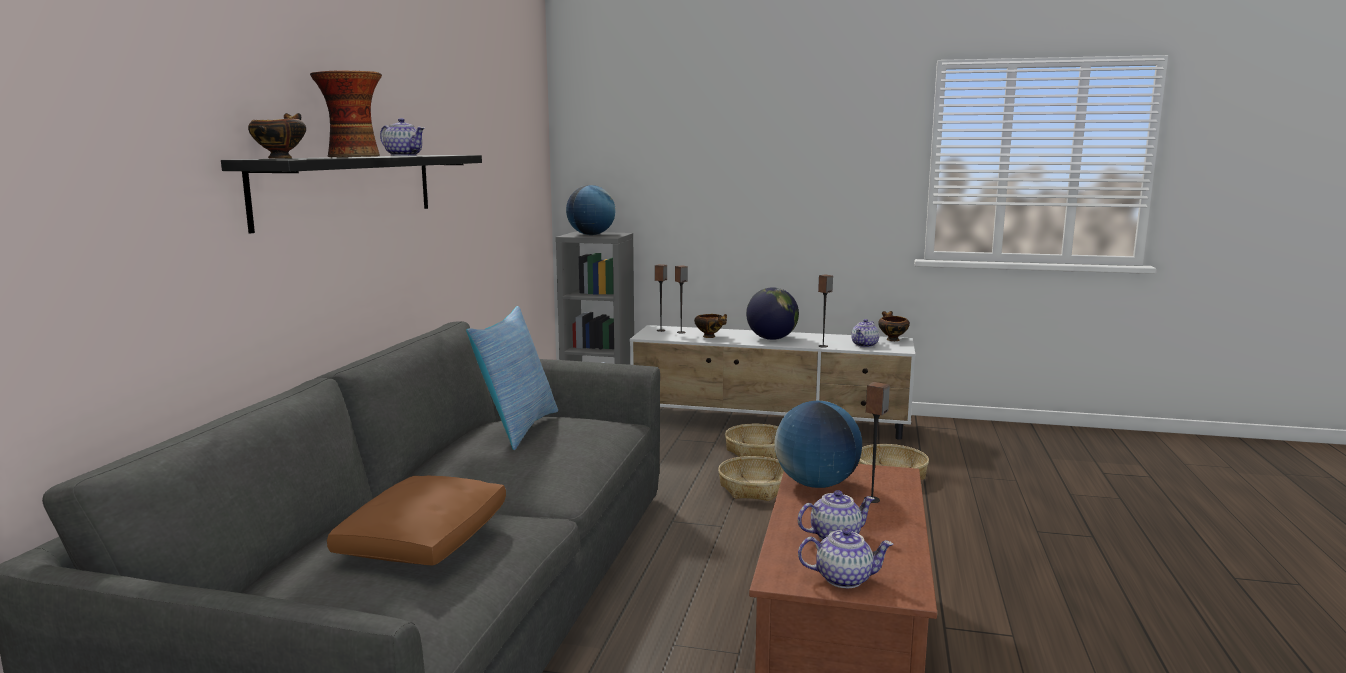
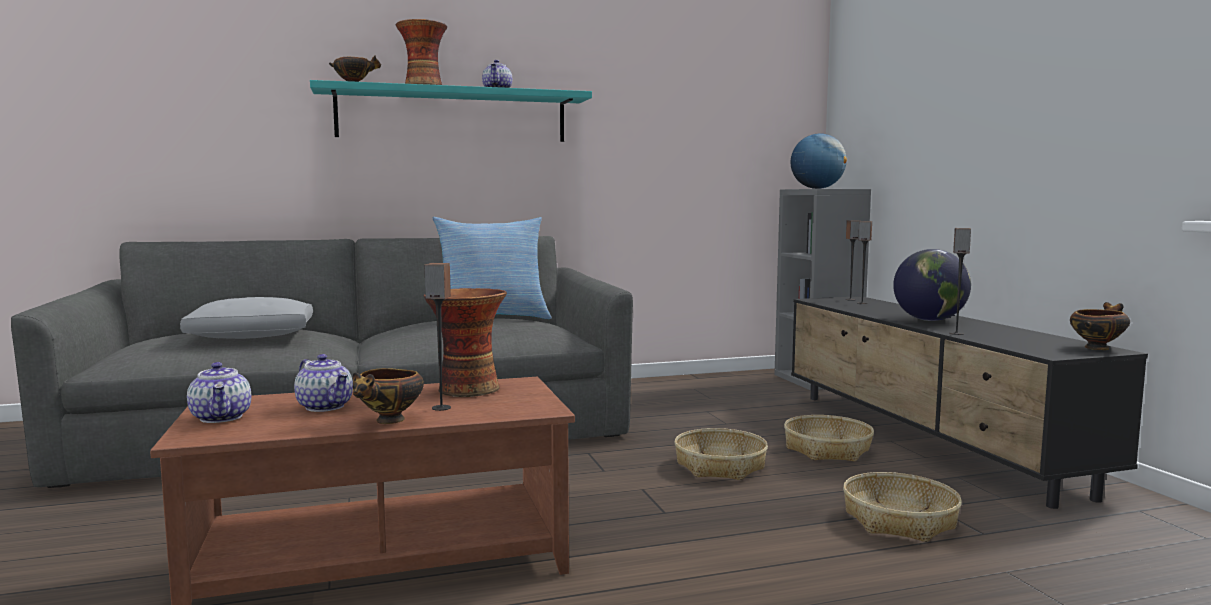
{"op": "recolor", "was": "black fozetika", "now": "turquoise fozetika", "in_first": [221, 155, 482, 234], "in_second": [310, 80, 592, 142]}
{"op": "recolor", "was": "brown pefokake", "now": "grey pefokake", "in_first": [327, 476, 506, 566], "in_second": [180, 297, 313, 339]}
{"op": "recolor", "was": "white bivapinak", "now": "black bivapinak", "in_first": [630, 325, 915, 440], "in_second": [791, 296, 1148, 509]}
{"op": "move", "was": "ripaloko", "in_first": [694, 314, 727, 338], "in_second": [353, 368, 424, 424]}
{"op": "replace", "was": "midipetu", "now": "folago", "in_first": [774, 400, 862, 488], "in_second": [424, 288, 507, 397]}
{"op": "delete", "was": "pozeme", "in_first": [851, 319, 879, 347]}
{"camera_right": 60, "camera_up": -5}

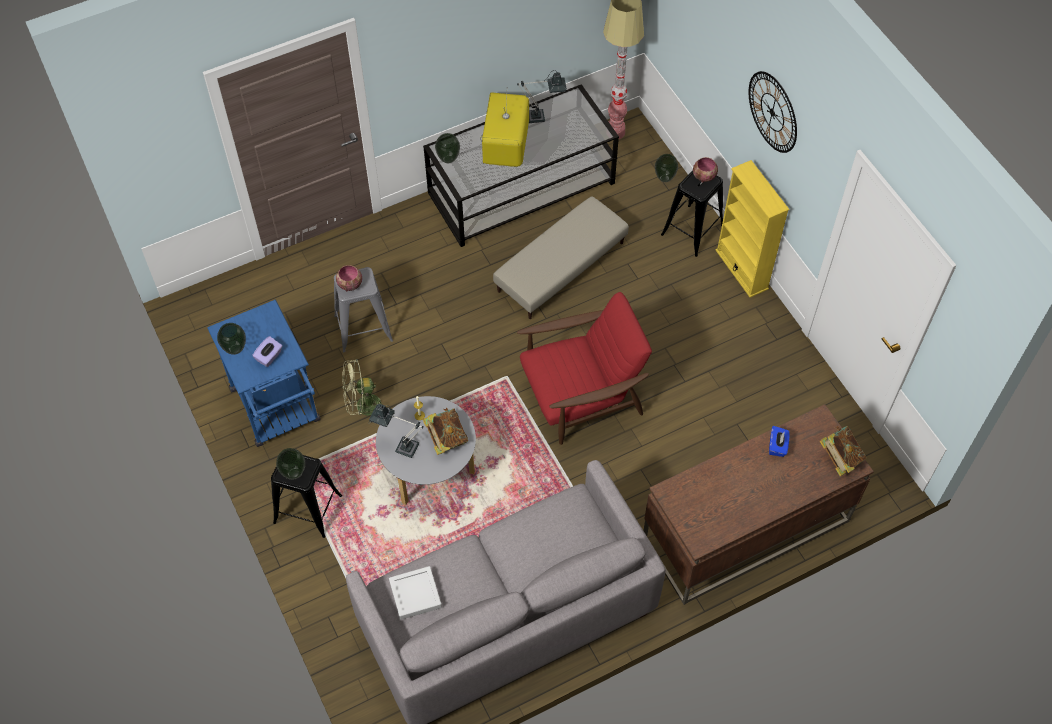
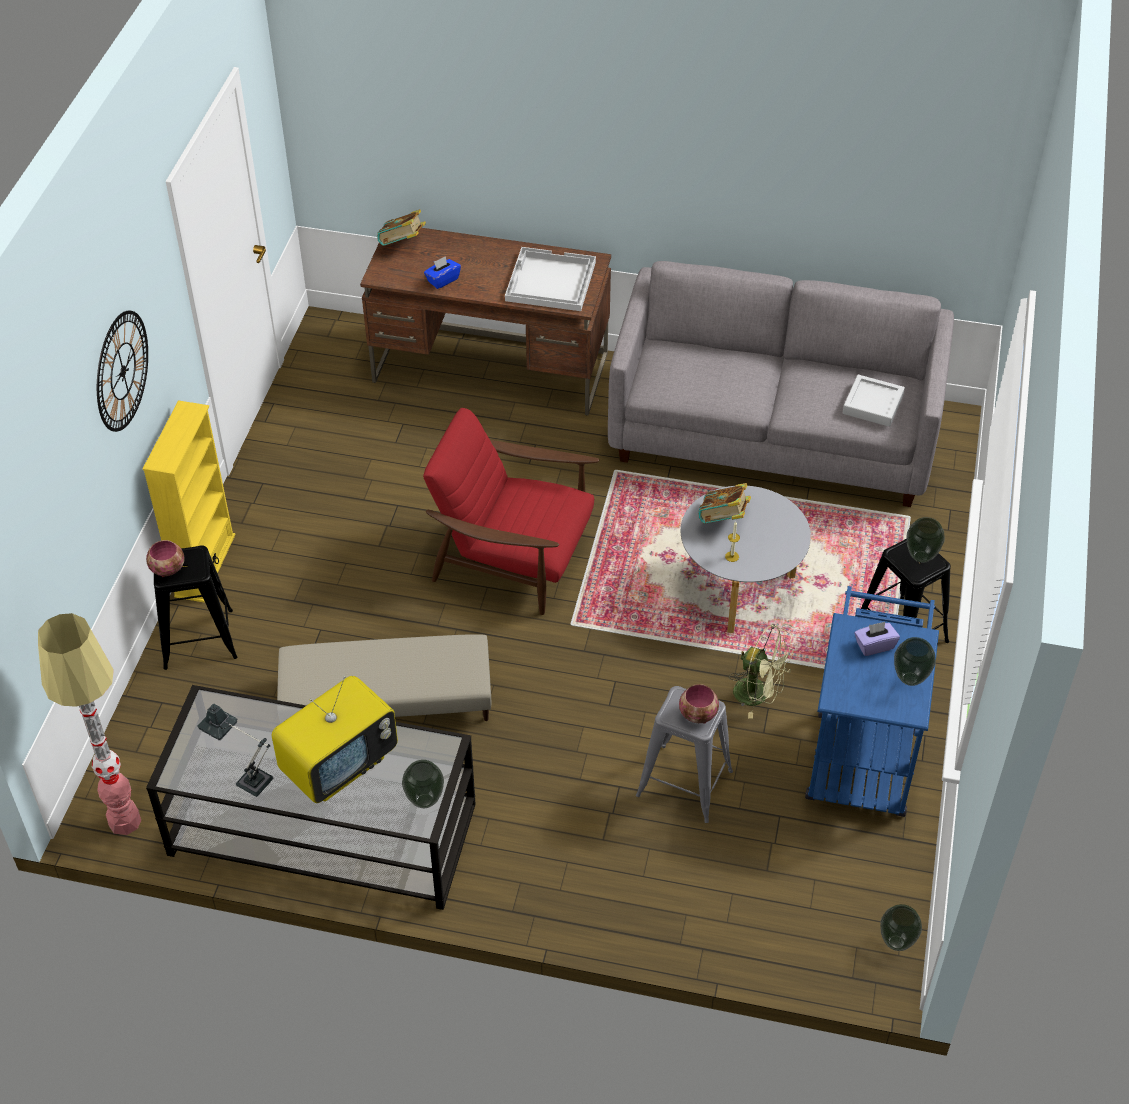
{"op": "delete", "was": "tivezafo", "in_first": [369, 404, 424, 458]}
{"op": "move", "was": "folago", "in_first": [655, 154, 678, 182], "in_second": [880, 904, 922, 951]}
{"op": "insert", "now": "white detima", "in_second": [505, 247, 596, 311]}
{"camera_right": -140, "camera_up": -10}

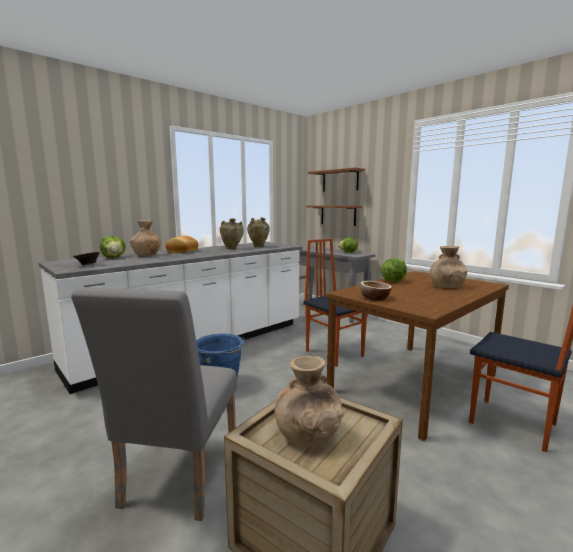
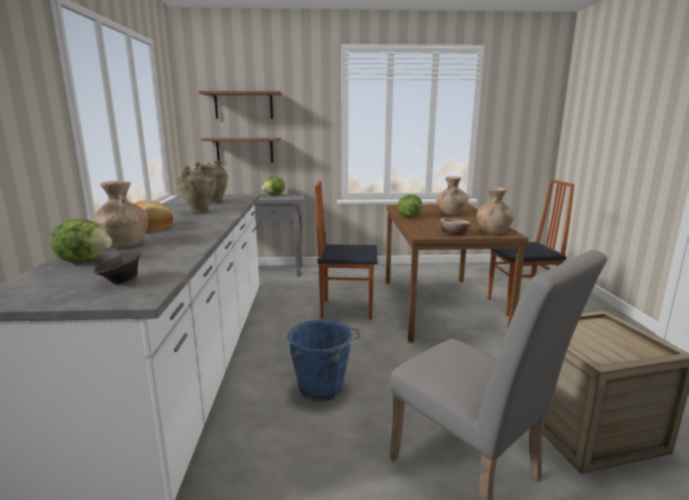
{"op": "move", "was": "brown folago", "in_first": [275, 356, 344, 447], "in_second": [477, 187, 514, 234]}
{"camera_right": -50, "camera_up": 5}

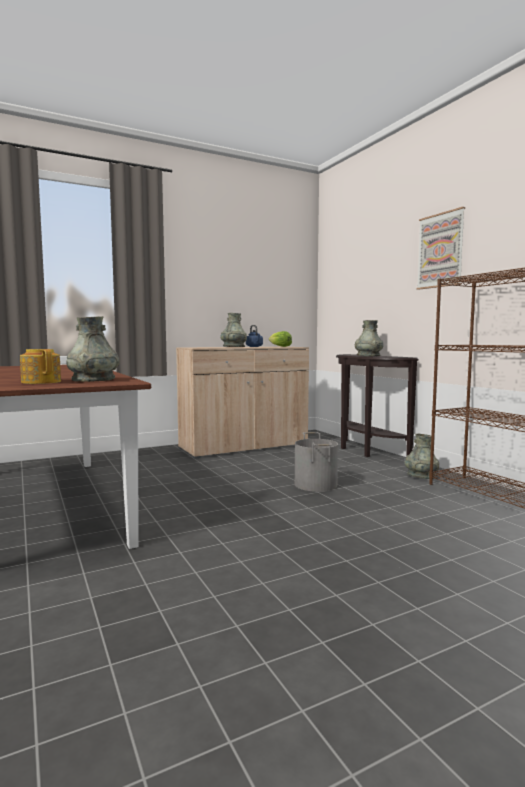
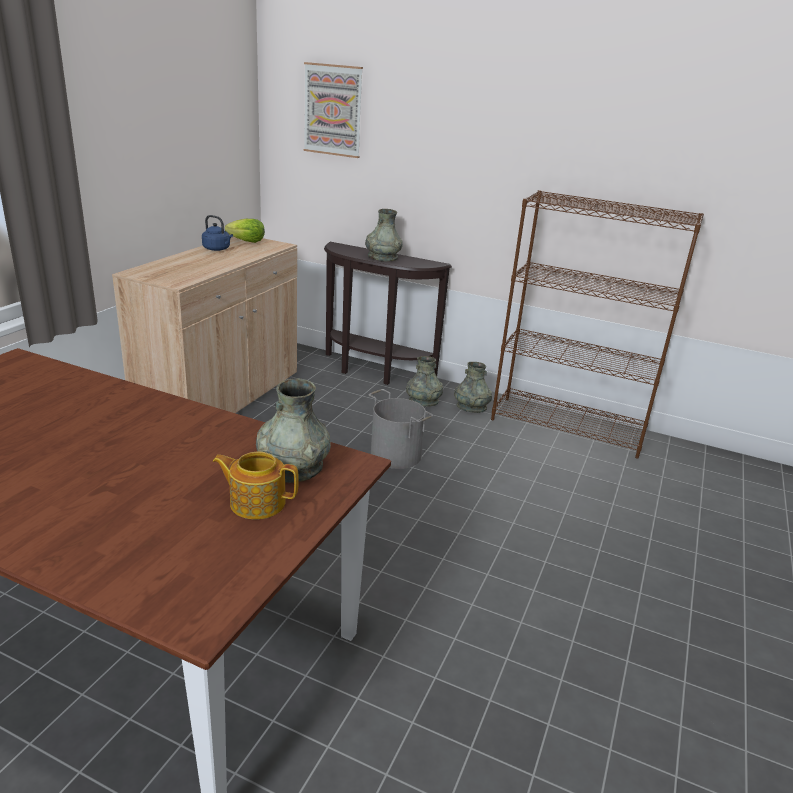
{"op": "move", "was": "grey folago", "in_first": [220, 313, 247, 347], "in_second": [406, 356, 443, 407]}
{"op": "move", "was": "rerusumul", "in_first": [416, 207, 465, 290], "in_second": [304, 62, 363, 158]}
{"camera_right": -40, "camera_up": 20}

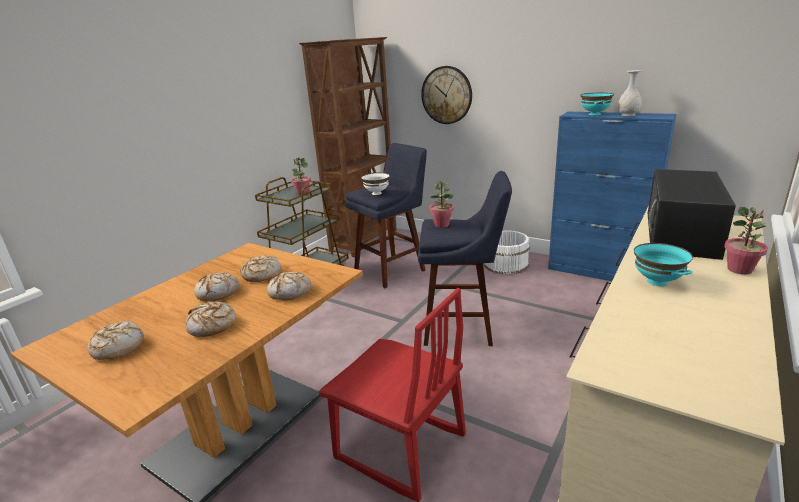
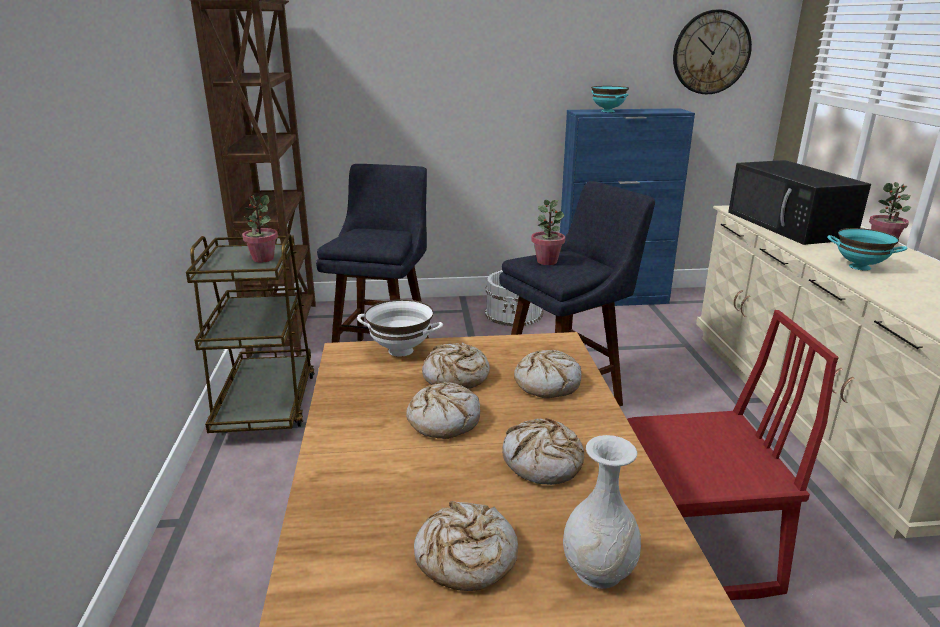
{"op": "move", "was": "white ripaloko", "in_first": [361, 173, 390, 195], "in_second": [357, 299, 443, 357]}
{"op": "move", "was": "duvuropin", "in_first": [421, 66, 472, 124], "in_second": [673, 9, 752, 94]}
{"op": "move", "was": "white folago", "in_first": [618, 70, 642, 116], "in_second": [563, 435, 641, 589]}
{"camera_right": -40, "camera_up": 0}

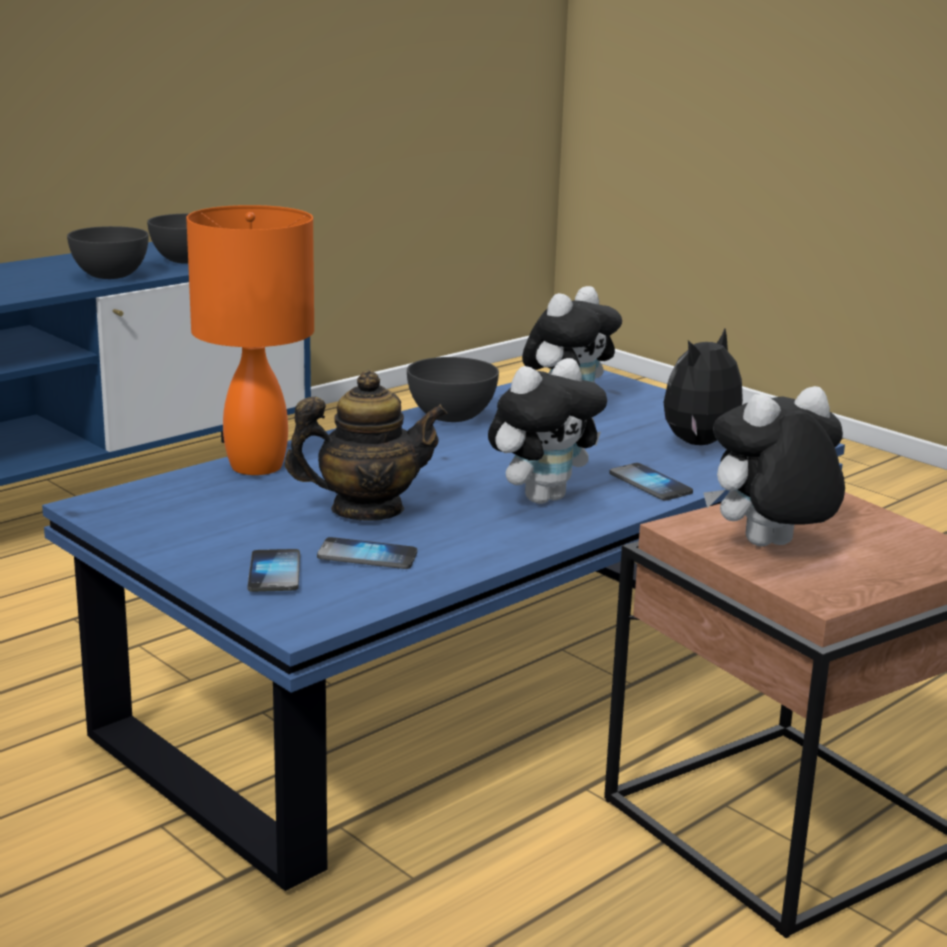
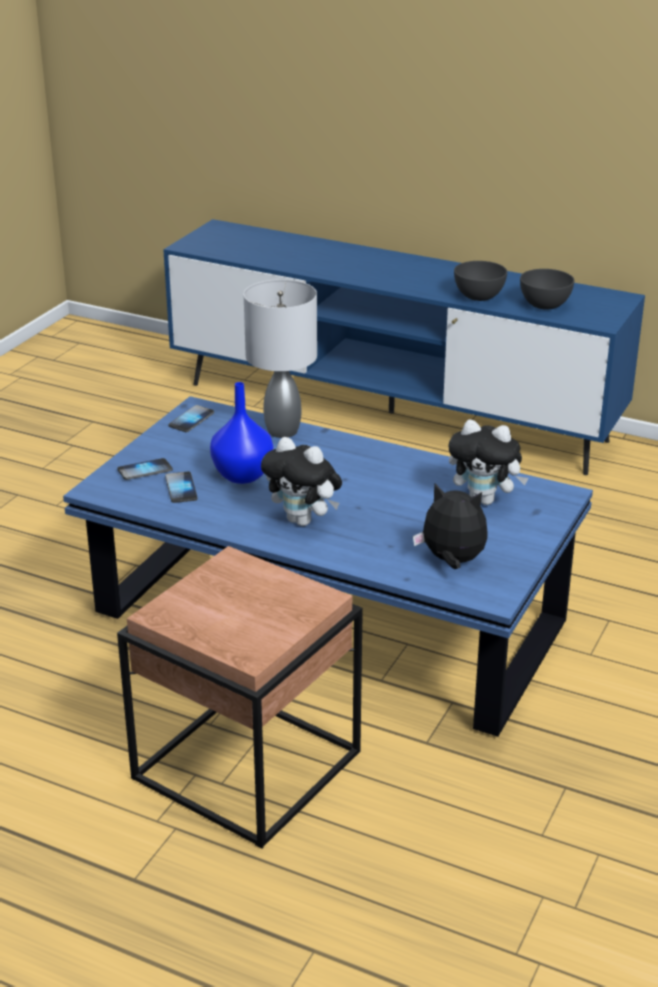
{"op": "recolor", "was": "orange tivezafo", "now": "grey tivezafo", "in_first": [186, 205, 314, 475], "in_second": [244, 279, 317, 438]}
{"op": "replace", "was": "pozeme", "now": "blue folago", "in_first": [285, 370, 448, 521], "in_second": [210, 382, 273, 484]}
{"op": "delete", "was": "grey ripaloko", "in_first": [407, 357, 499, 422]}
{"op": "move", "was": "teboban", "in_first": [609, 463, 693, 501], "in_second": [169, 405, 214, 432]}
{"op": "delete", "was": "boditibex", "in_first": [703, 386, 845, 546]}
{"camera_right": 70, "camera_up": 10}

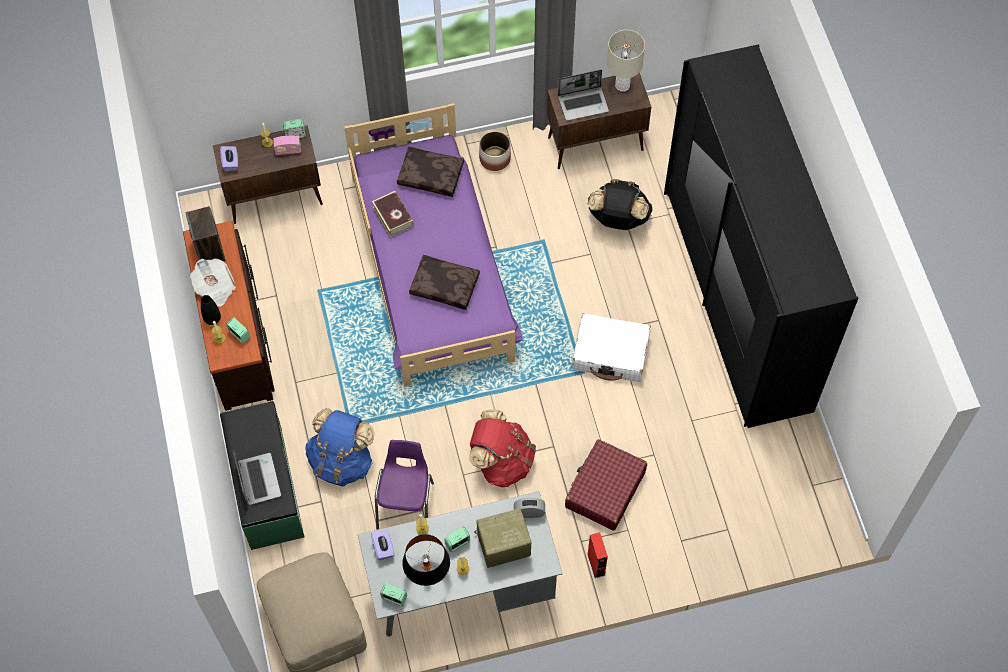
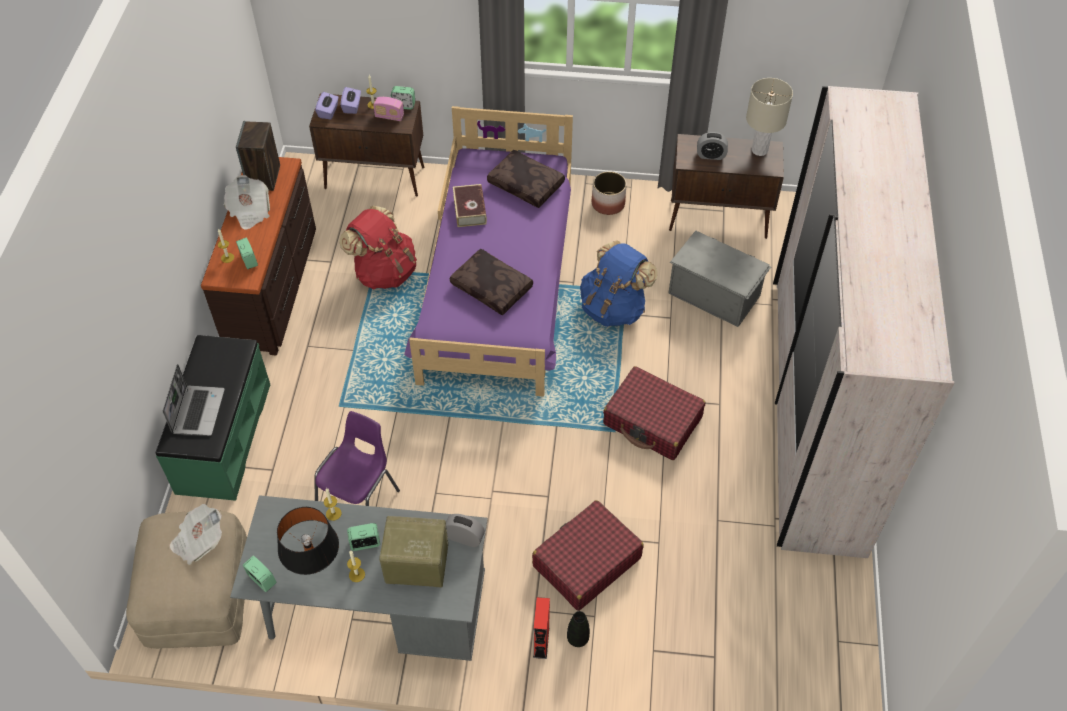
{"op": "move", "was": "black folago", "in_first": [201, 295, 221, 325], "in_second": [567, 611, 590, 647]}
{"op": "move", "was": "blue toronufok", "in_first": [305, 408, 374, 486], "in_second": [580, 240, 657, 327]}
{"op": "move", "was": "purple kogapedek", "in_first": [371, 530, 395, 560], "in_second": [341, 87, 361, 114]}
{"op": "move", "was": "red toronufok", "in_first": [469, 410, 536, 487], "in_second": [339, 206, 417, 289]}
{"op": "replace", "was": "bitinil", "now": "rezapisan", "in_first": [558, 70, 609, 121], "in_second": [697, 132, 728, 160]}
{"op": "recolor", "was": "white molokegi", "now": "red molokegi", "in_first": [572, 313, 651, 382], "in_second": [603, 366, 706, 460]}
{"op": "replace", "was": "black toronufok", "now": "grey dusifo", "in_first": [587, 179, 653, 230], "in_second": [668, 231, 771, 327]}
{"op": "recolor", "was": "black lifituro", "now": "white lifituro", "in_first": [664, 44, 858, 428], "in_second": [773, 86, 954, 558]}
{"op": "insert", "now": "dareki", "in_second": [170, 504, 222, 565]}
{"camera_right": 20, "camera_up": -10}

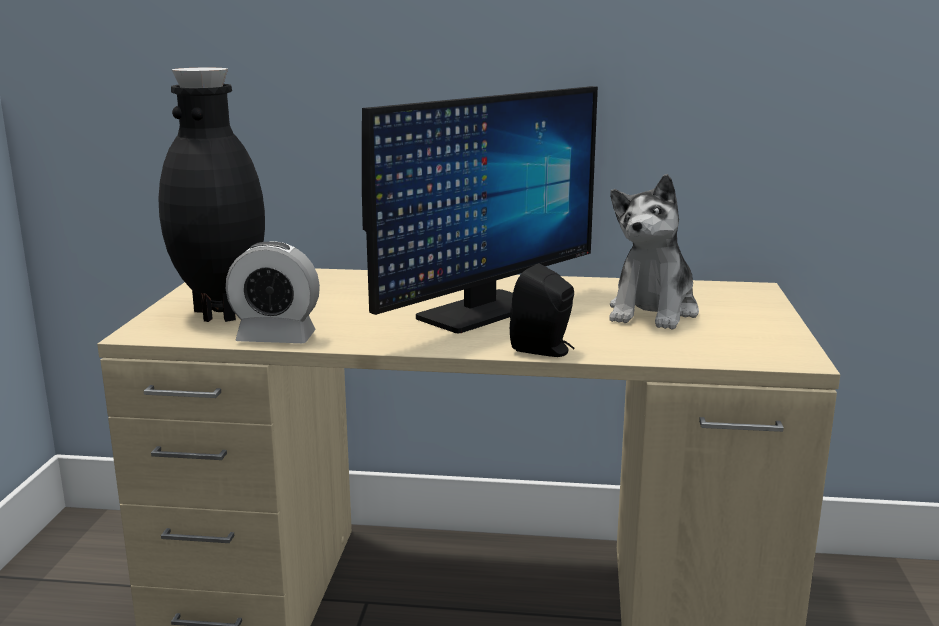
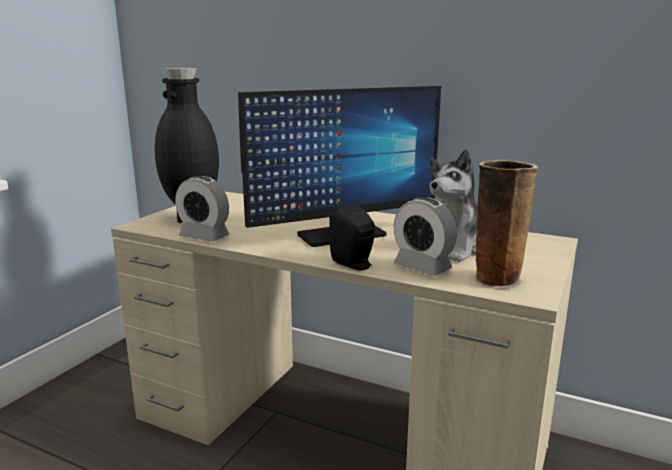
{"op": "insert", "now": "rezapisan", "in_second": [394, 197, 457, 276]}
{"op": "insert", "now": "folago", "in_second": [475, 160, 538, 288]}
{"camera_right": 20, "camera_up": 0}

